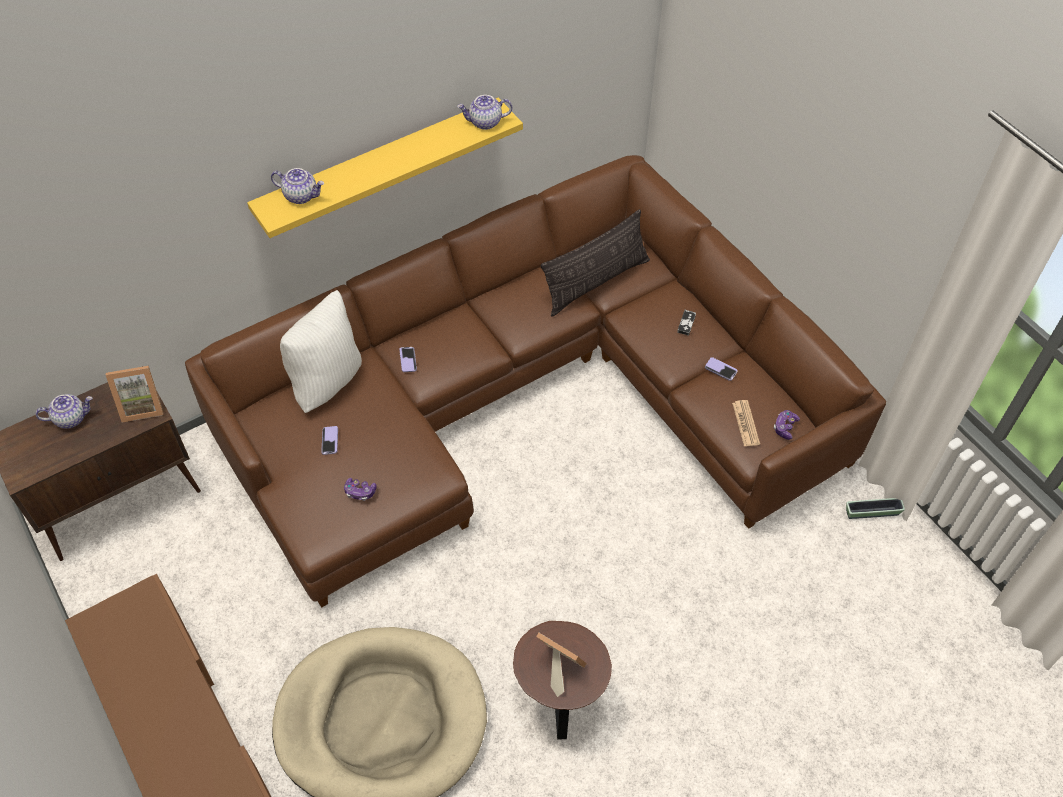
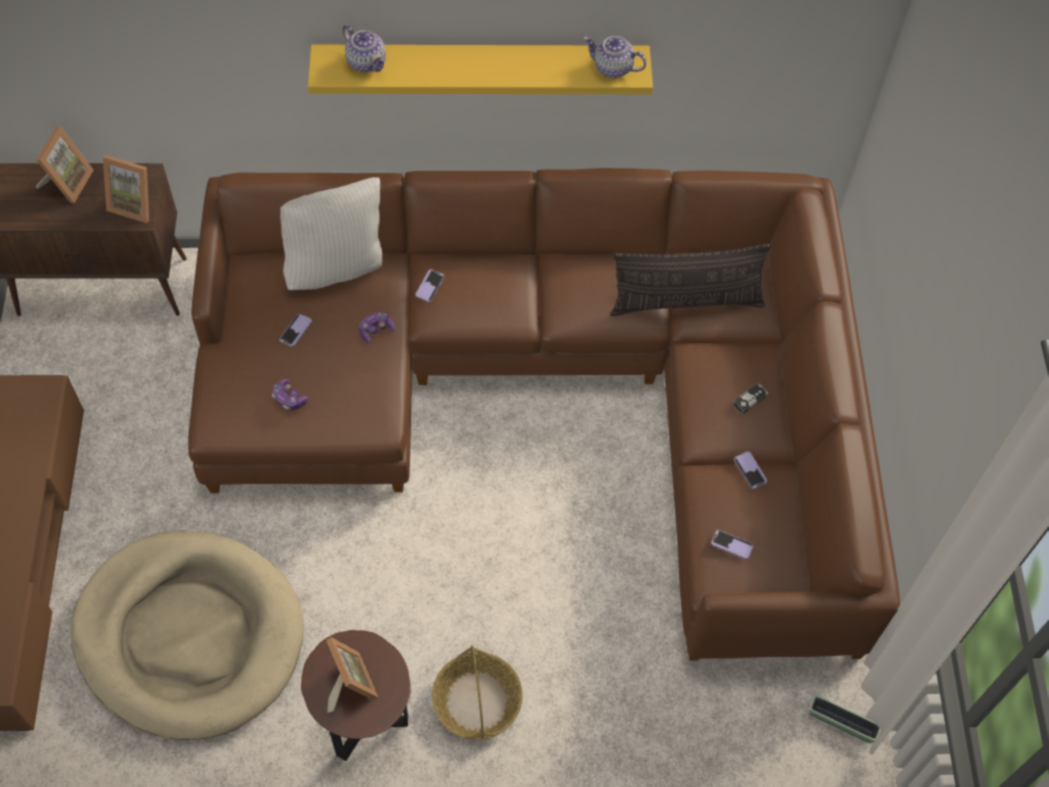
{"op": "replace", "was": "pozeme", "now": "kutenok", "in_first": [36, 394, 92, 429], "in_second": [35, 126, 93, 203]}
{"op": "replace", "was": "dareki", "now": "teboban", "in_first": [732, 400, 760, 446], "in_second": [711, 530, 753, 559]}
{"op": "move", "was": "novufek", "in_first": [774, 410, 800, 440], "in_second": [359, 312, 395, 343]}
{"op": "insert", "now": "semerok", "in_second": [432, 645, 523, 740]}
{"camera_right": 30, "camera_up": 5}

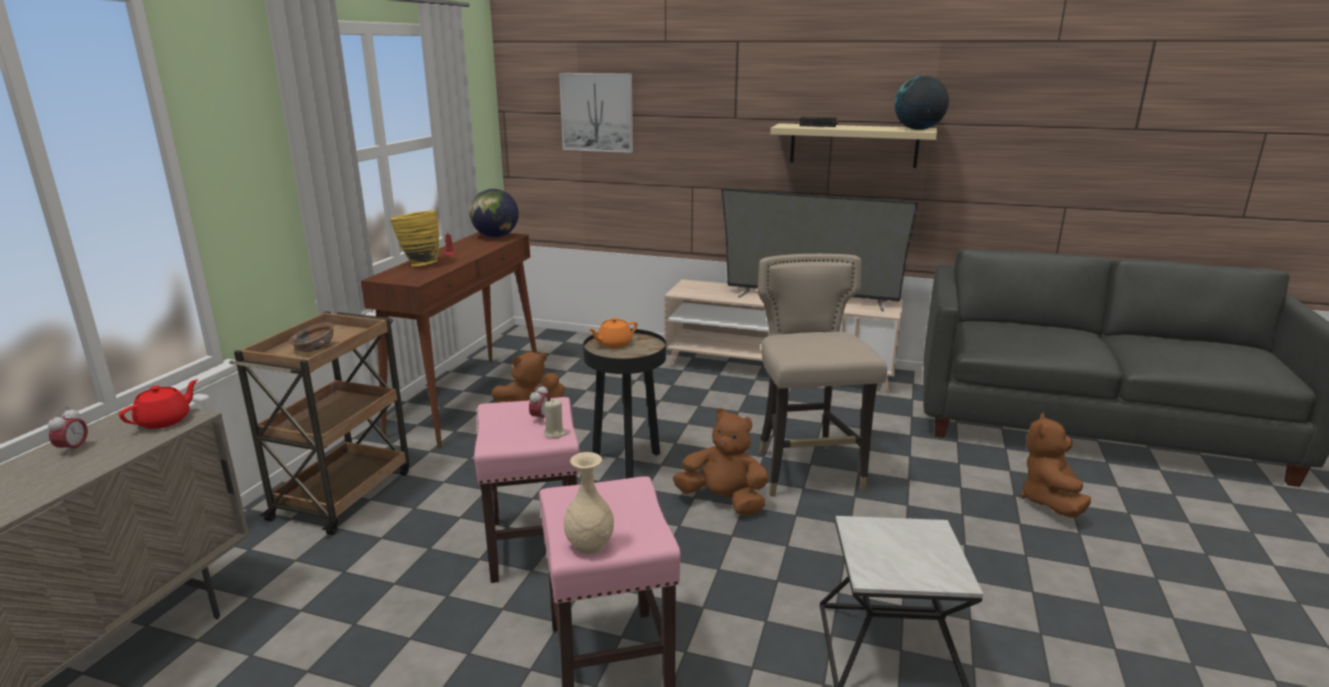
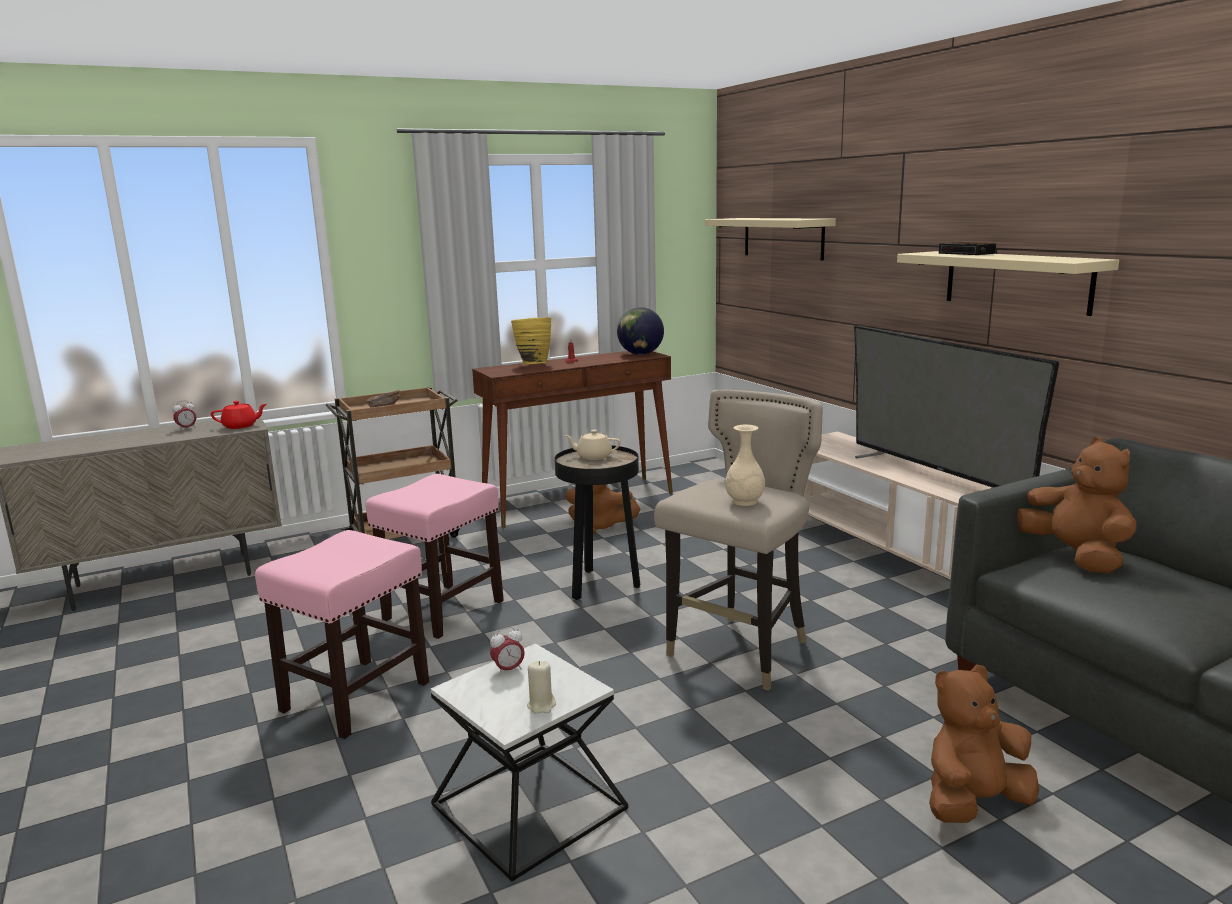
{"op": "move", "was": "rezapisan", "in_first": [529, 384, 551, 423], "in_second": [490, 627, 525, 676]}
{"op": "move", "was": "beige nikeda", "in_first": [544, 400, 567, 438], "in_second": [527, 661, 556, 714]}
{"op": "replace", "was": "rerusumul", "now": "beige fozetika", "in_first": [559, 73, 633, 153], "in_second": [705, 218, 836, 260]}
{"op": "move", "was": "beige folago", "in_first": [564, 452, 614, 554], "in_second": [726, 425, 765, 506]}
{"op": "recolor", "was": "orange pozeme", "now": "beige pozeme", "in_first": [588, 317, 638, 348], "in_second": [564, 430, 620, 460]}
{"op": "move", "was": "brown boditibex", "in_first": [673, 408, 769, 516], "in_second": [1017, 437, 1137, 574]}
{"op": "delete", "was": "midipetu", "in_first": [895, 76, 949, 130]}
{"camera_right": 45, "camera_up": -5}

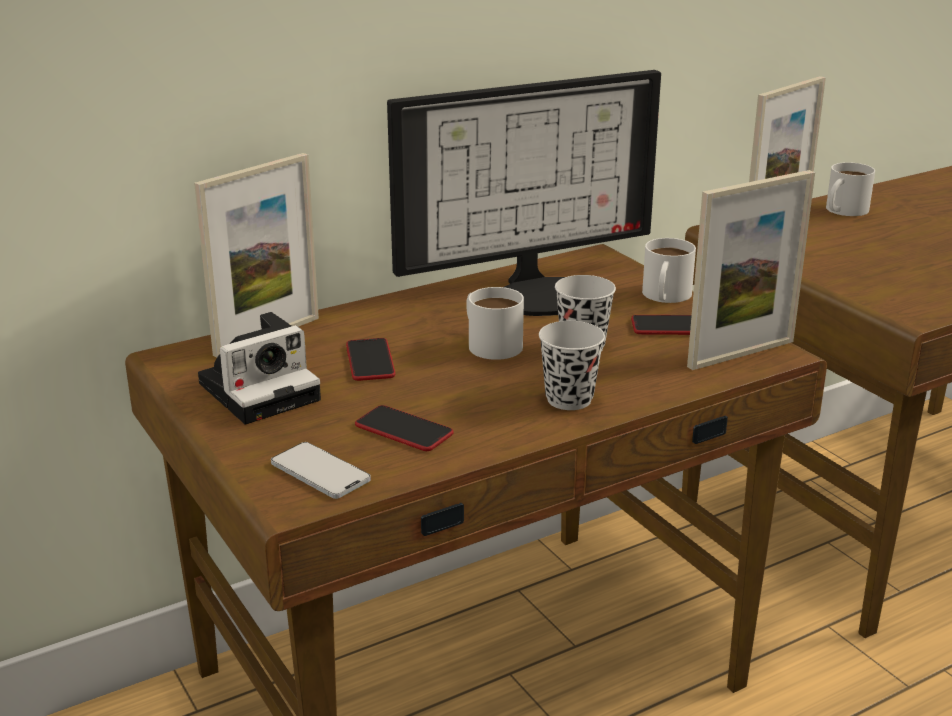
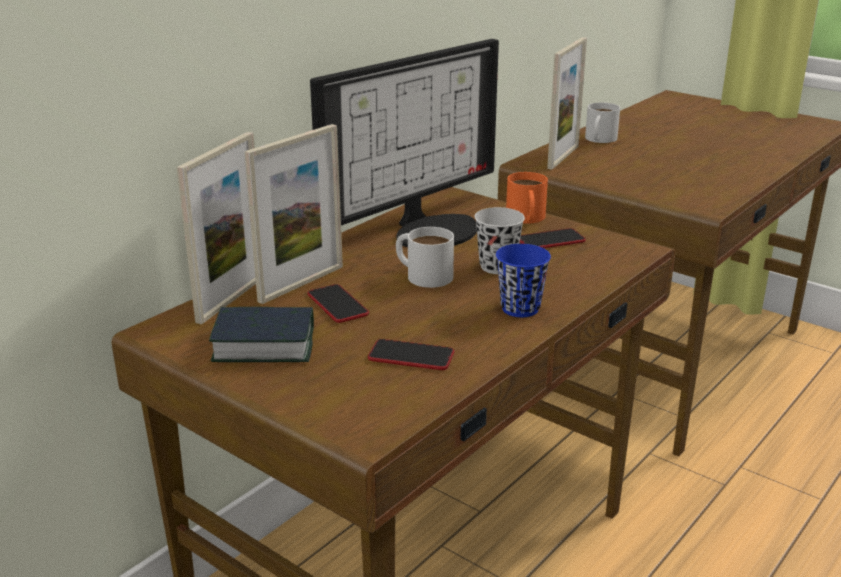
{"op": "replace", "was": "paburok", "now": "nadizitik", "in_first": [198, 312, 321, 424], "in_second": [209, 307, 314, 362]}
{"op": "delete", "was": "teboban", "in_first": [271, 442, 371, 499]}
{"op": "recolor", "was": "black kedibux", "now": "blue kedibux", "in_first": [539, 321, 605, 410], "in_second": [496, 244, 551, 317]}
{"op": "recolor", "was": "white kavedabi", "now": "orange kavedabi", "in_first": [642, 238, 696, 303], "in_second": [506, 172, 548, 224]}
{"op": "move", "was": "kutenok", "in_first": [687, 170, 815, 370], "in_second": [244, 124, 343, 304]}
{"camera_right": -20, "camera_up": 0}

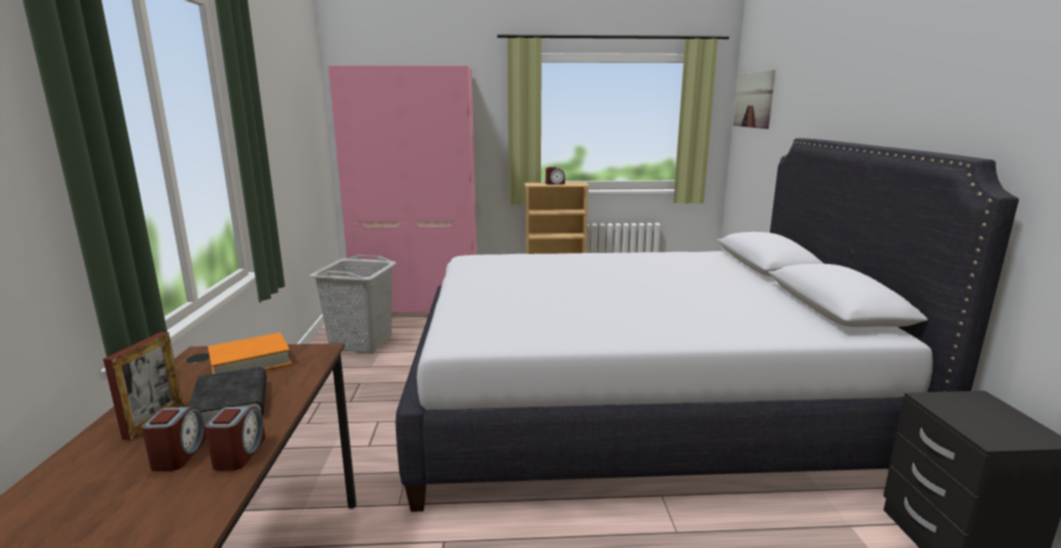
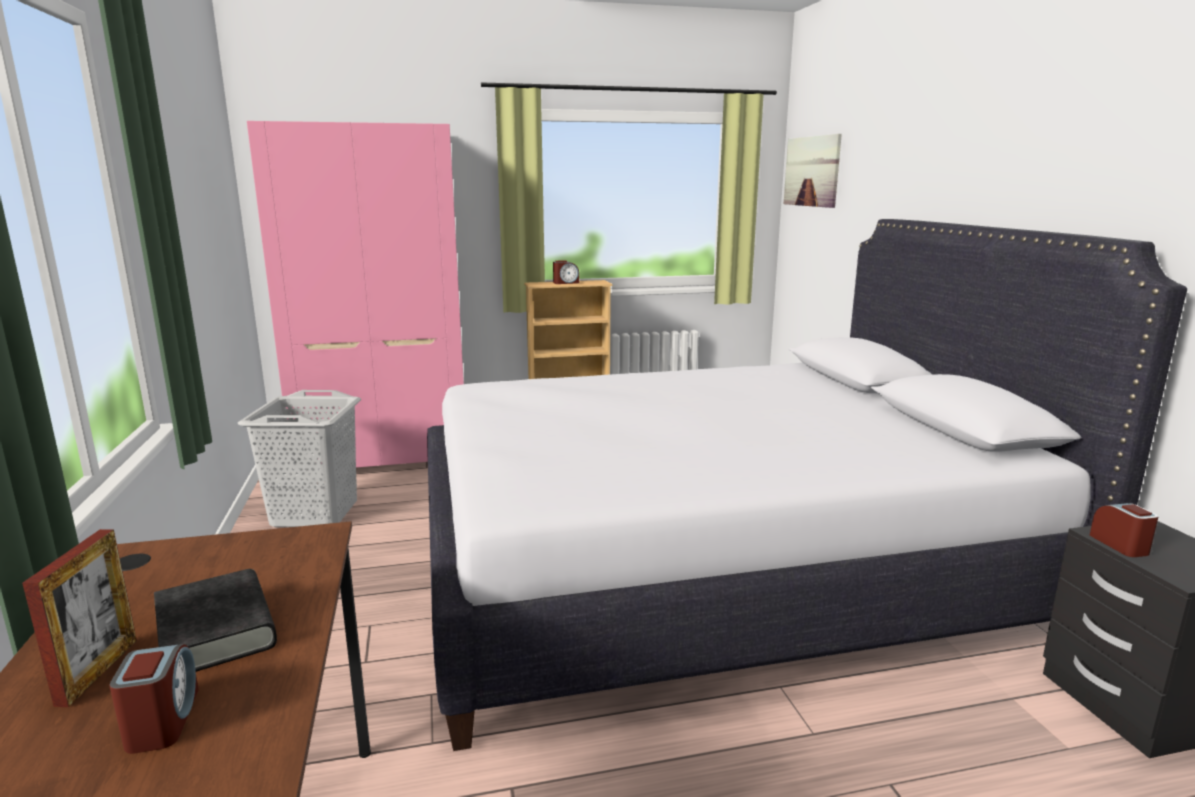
{"op": "move", "was": "rezapisan", "in_first": [205, 407, 265, 470], "in_second": [1090, 503, 1158, 557]}
{"op": "delete", "was": "orange nadizitik", "in_first": [208, 332, 292, 374]}
{"camera_right": -10, "camera_up": 0}

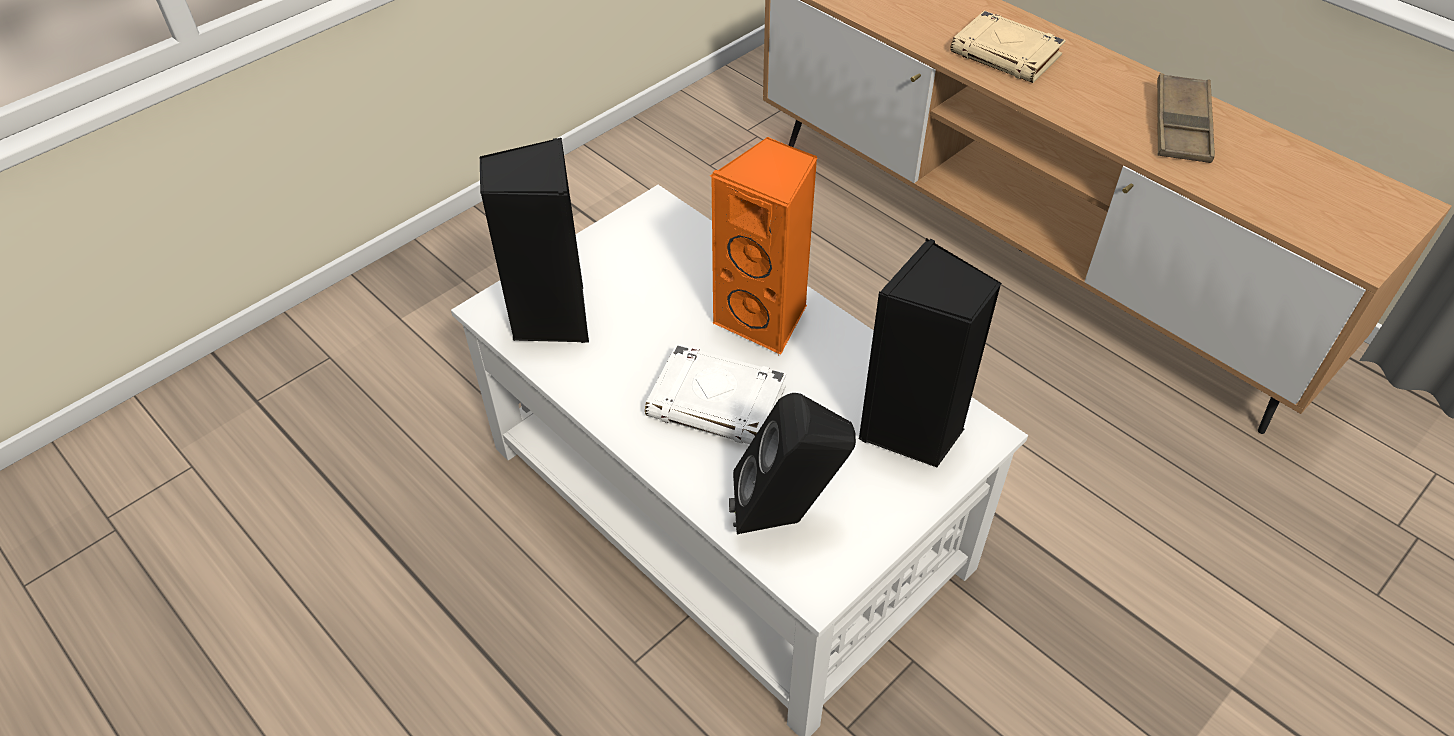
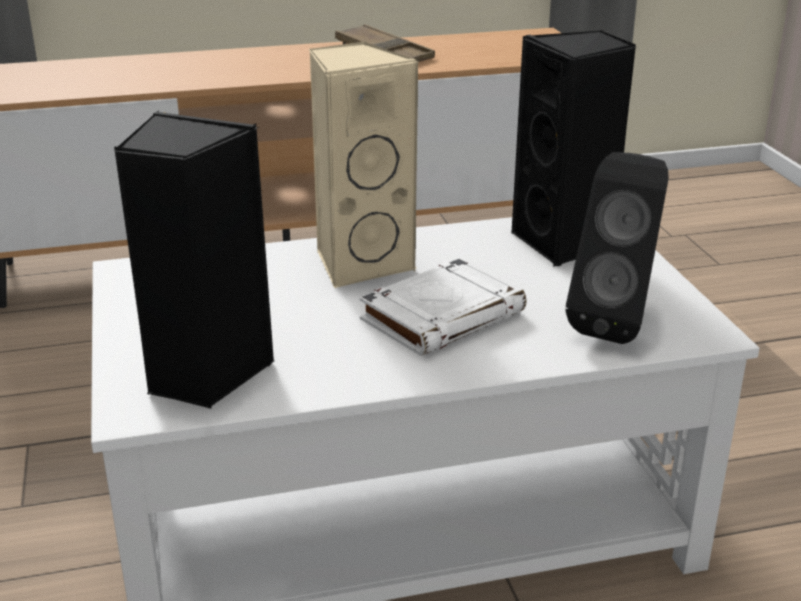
{"op": "recolor", "was": "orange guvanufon", "now": "beige guvanufon", "in_first": [710, 136, 817, 355], "in_second": [309, 41, 418, 288]}
{"op": "delete", "was": "beige nadizitik", "in_first": [950, 11, 1066, 83]}
{"camera_right": -60, "camera_up": -20}

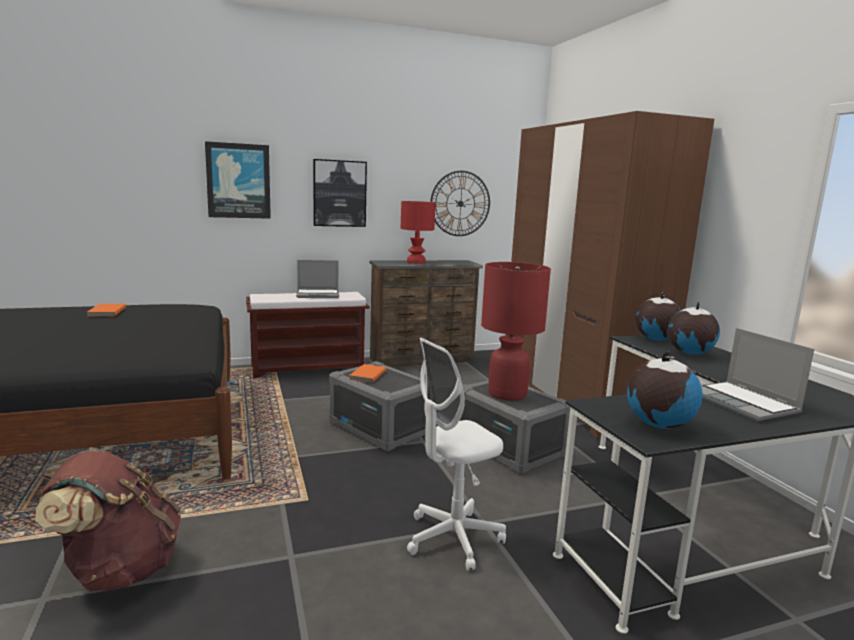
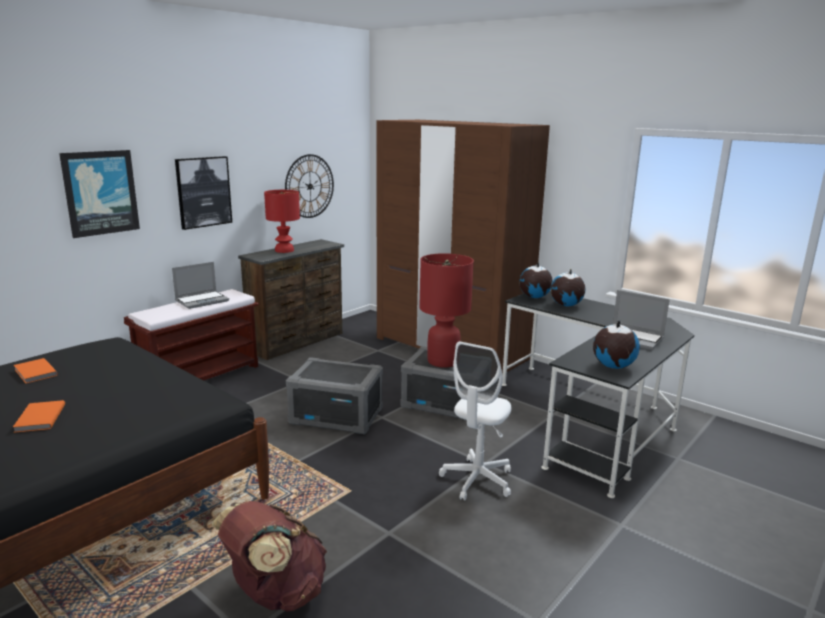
{"op": "move", "was": "orange nadizitik", "in_first": [349, 364, 387, 383], "in_second": [13, 400, 65, 433]}
{"camera_right": -30, "camera_up": 5}

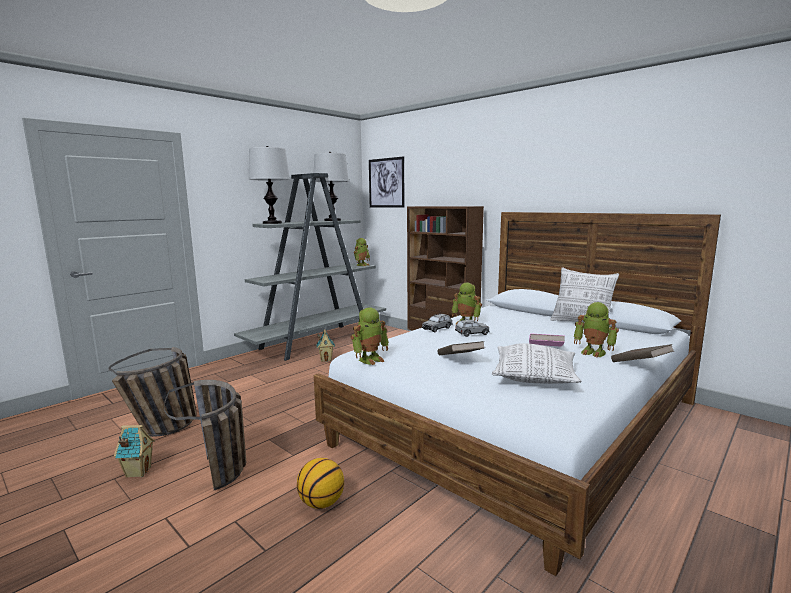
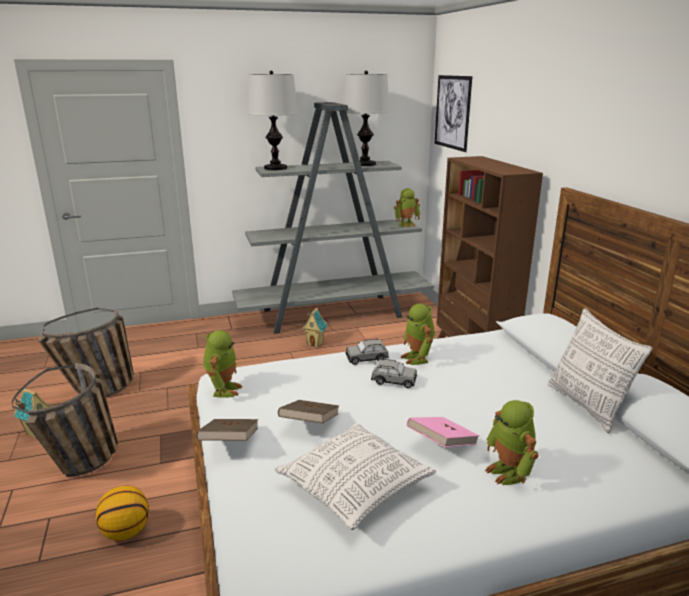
{"op": "rotate", "was": "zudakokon", "in_first": [351, 307, 389, 365], "in_second": [203, 330, 242, 398], "clockwise": -75}
{"op": "move", "was": "brown nadizitik", "in_first": [611, 344, 674, 362], "in_second": [196, 419, 258, 441]}
{"camera_right": 30, "camera_up": 10}

